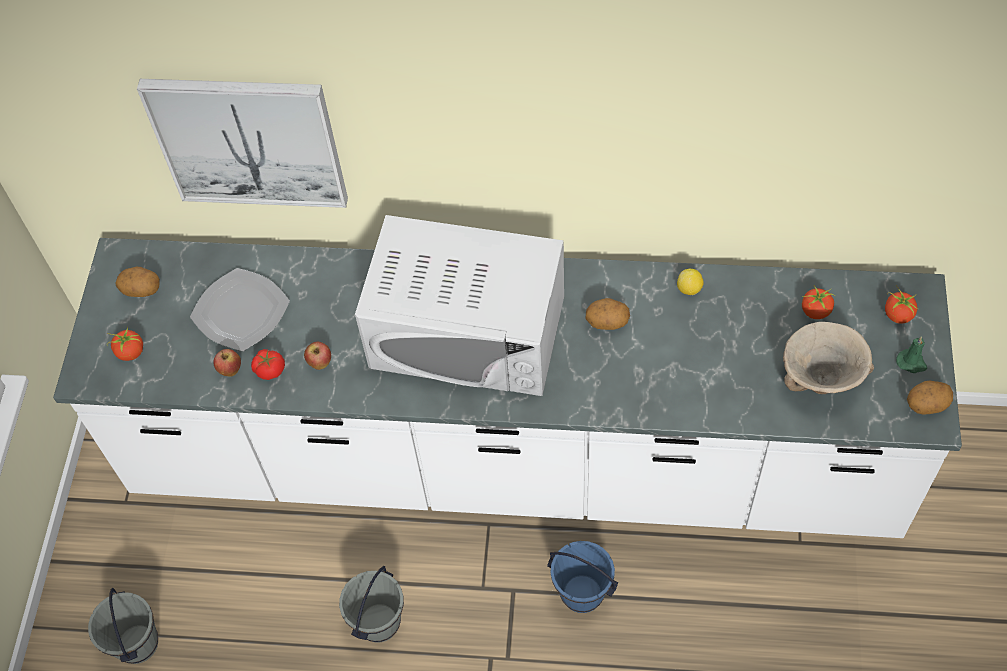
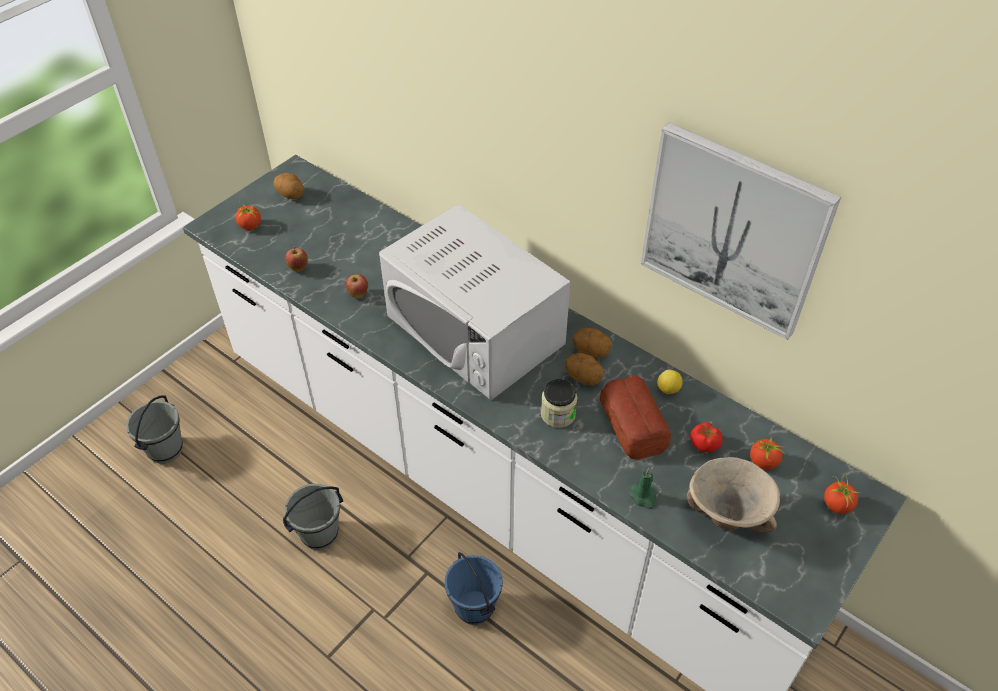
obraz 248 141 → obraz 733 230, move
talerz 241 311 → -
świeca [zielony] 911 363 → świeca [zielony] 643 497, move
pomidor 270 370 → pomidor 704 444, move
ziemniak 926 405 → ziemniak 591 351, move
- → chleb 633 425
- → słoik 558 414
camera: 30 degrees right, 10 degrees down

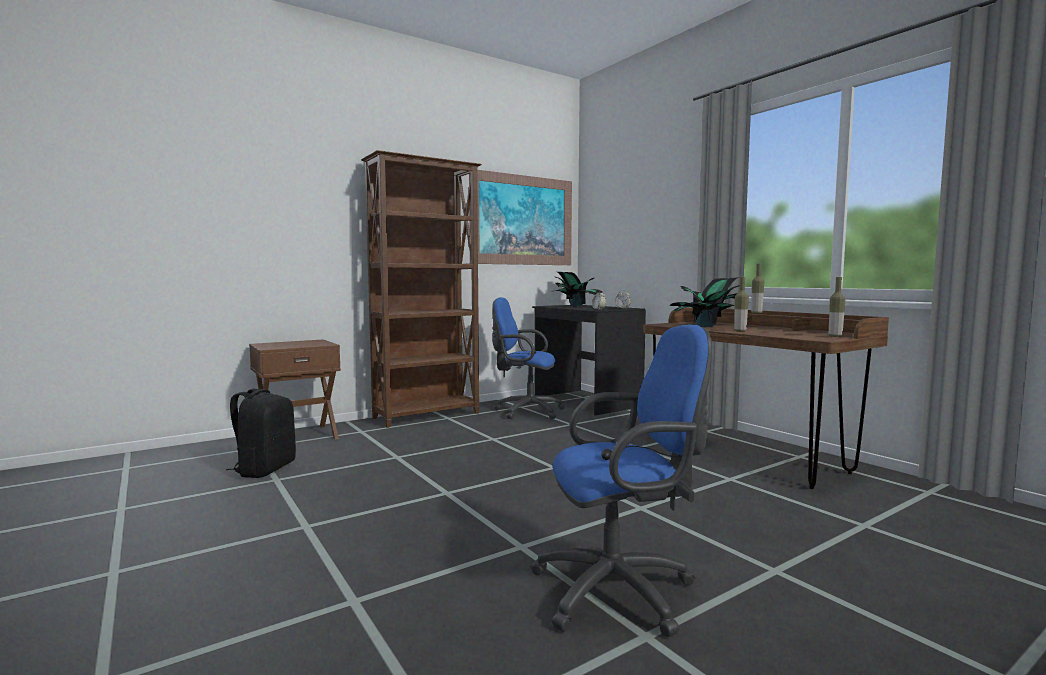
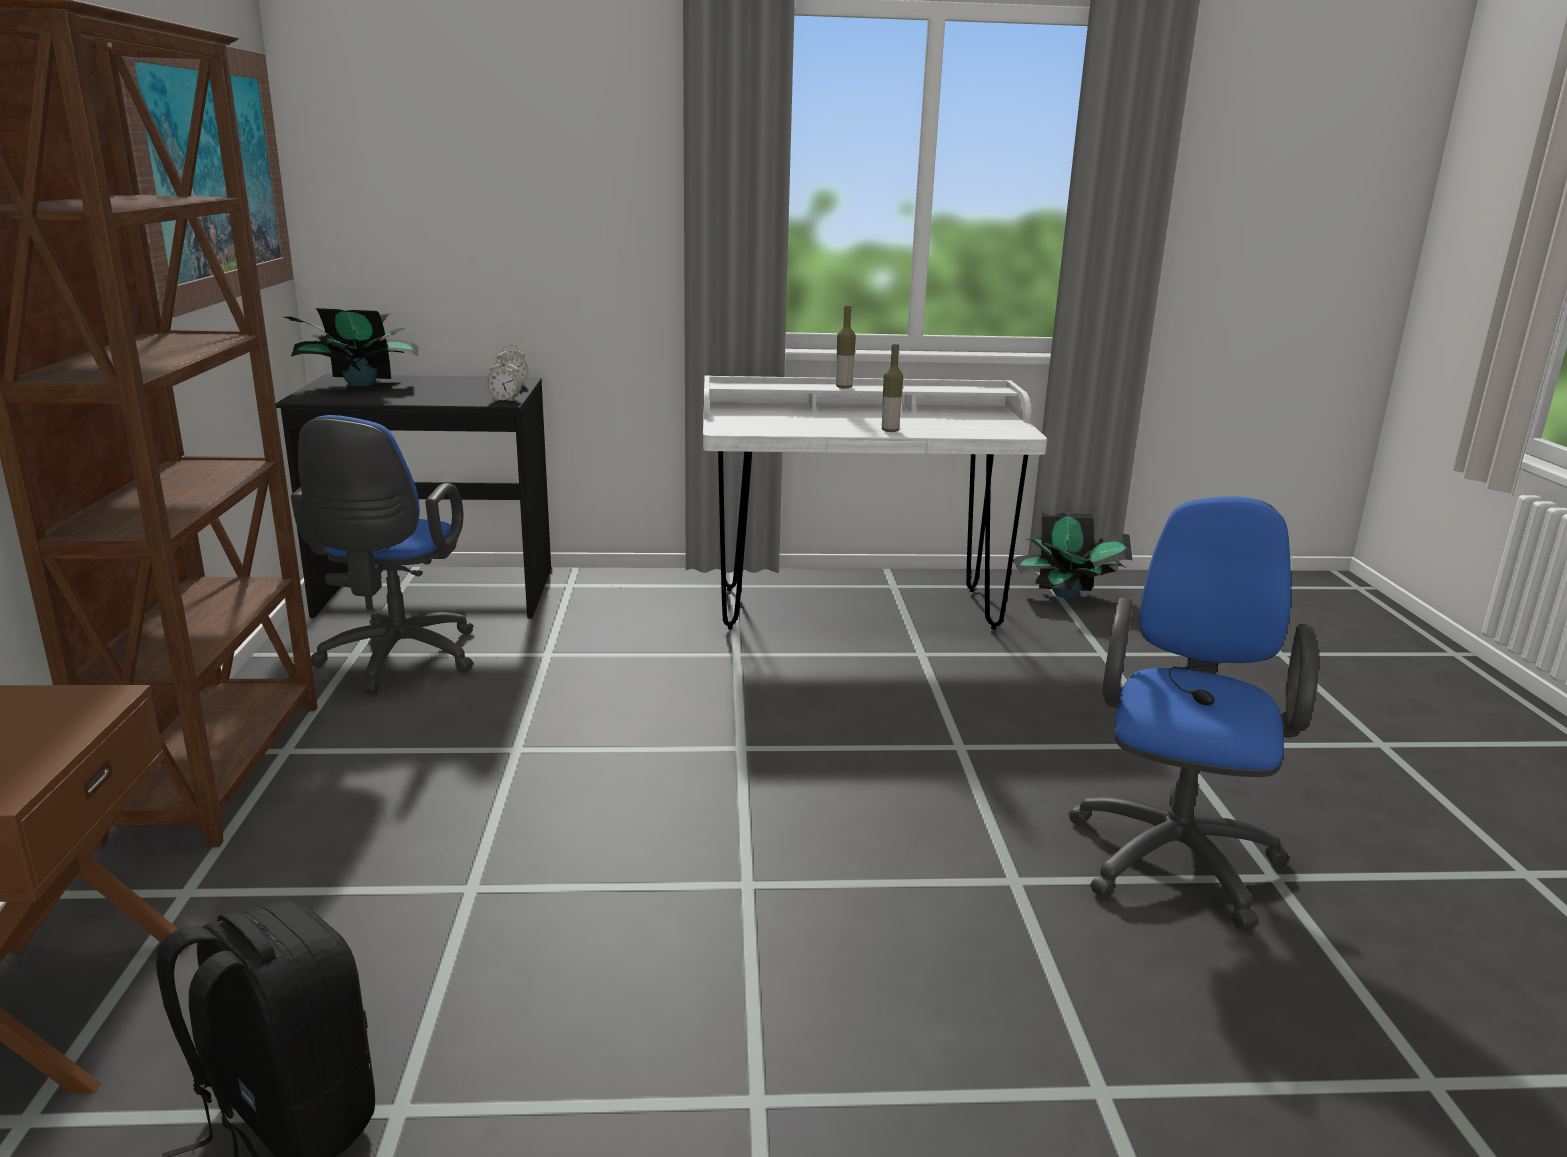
roślina doniczkowa 706 326 → roślina doniczkowa 1067 594, move
butelka 835 336 → -
krzesło biurowe [niebieski] 525 411 → krzesło biurowe [niebieski] 396 662, 45 degrees counterclockwise
biurko [brązowy] 747 455 → biurko [biały] 856 608
camera: 60 degrees left, 15 degrees up

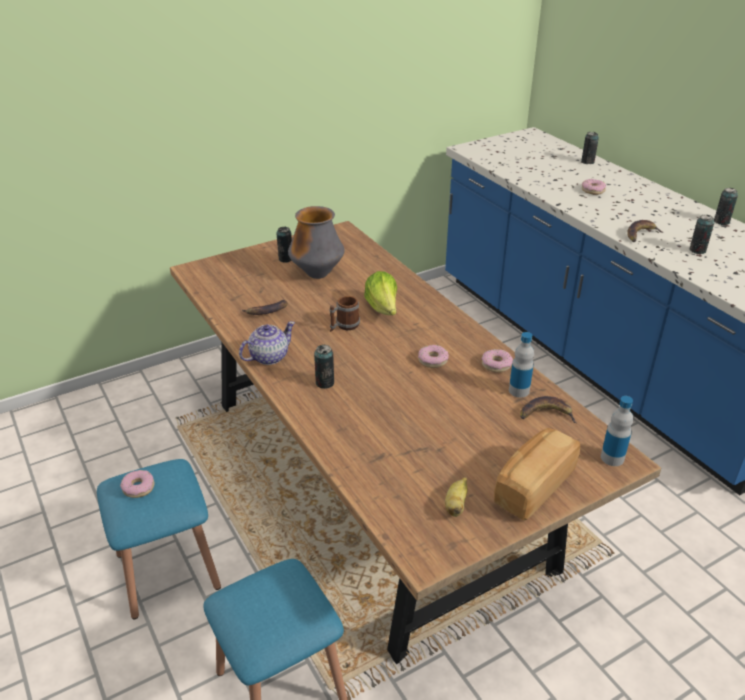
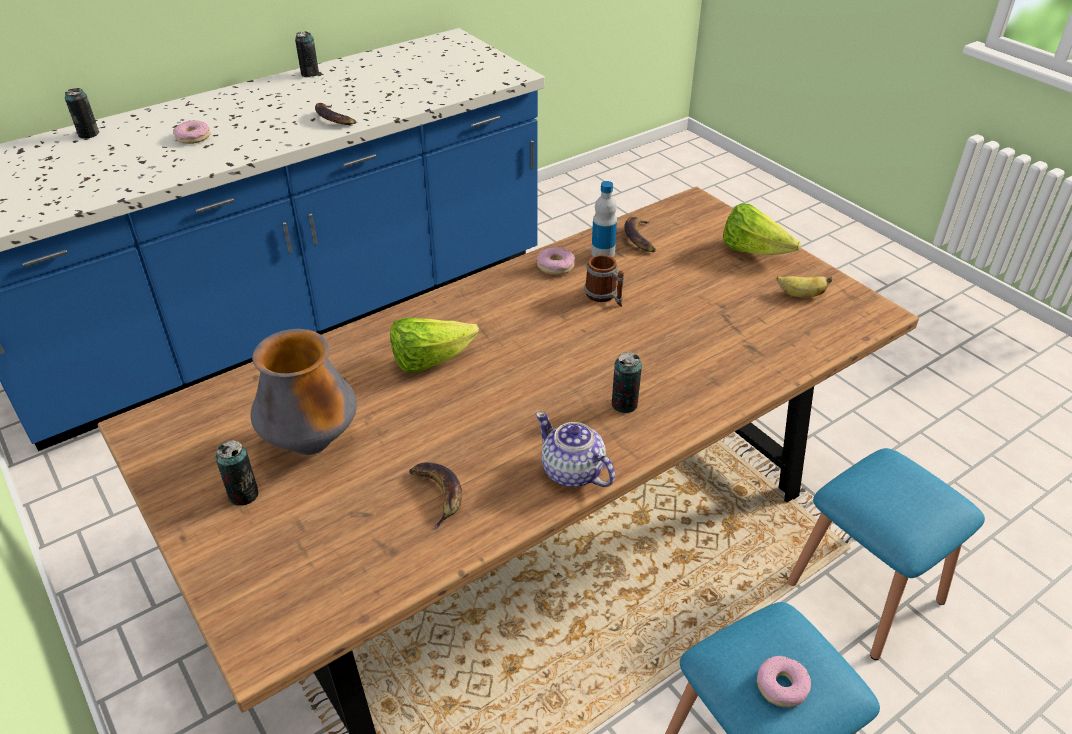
puszka 697 250 → -
kubek 344 326 → kubek 605 297, move
donut 432 360 → -
butelka 612 458 → -
chleb 532 486 → sałata 753 251
camera: 95 degrees left, 5 degrees up

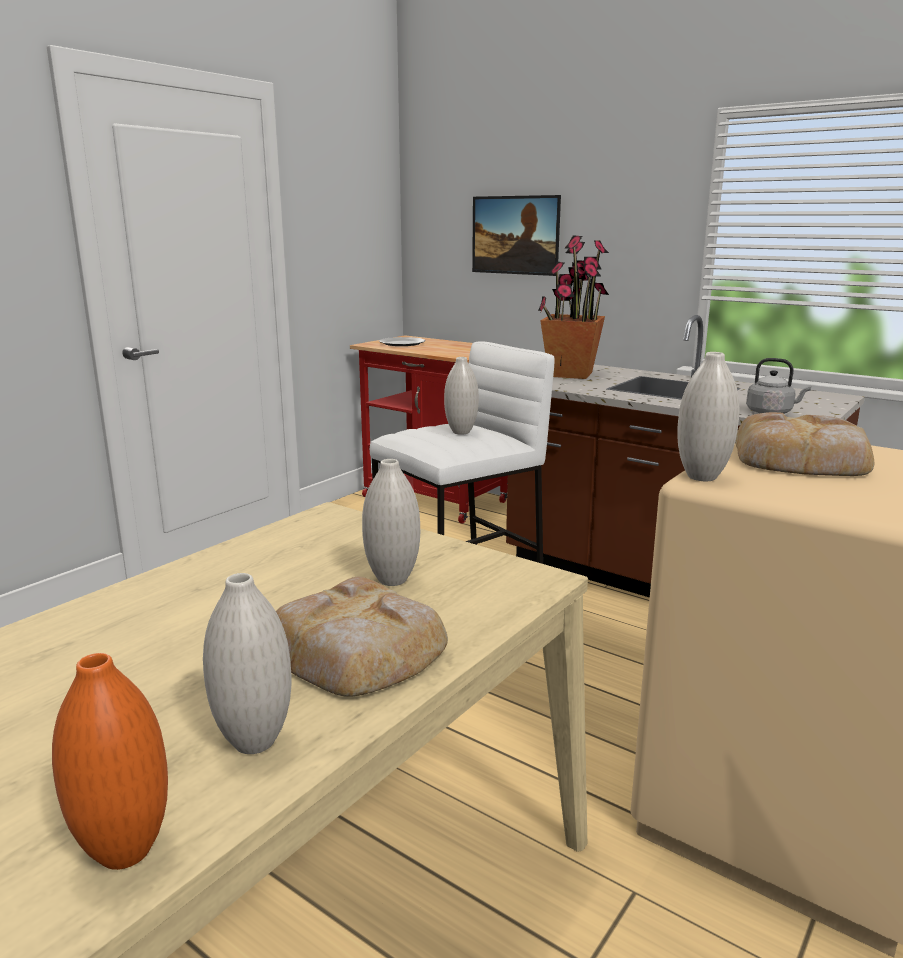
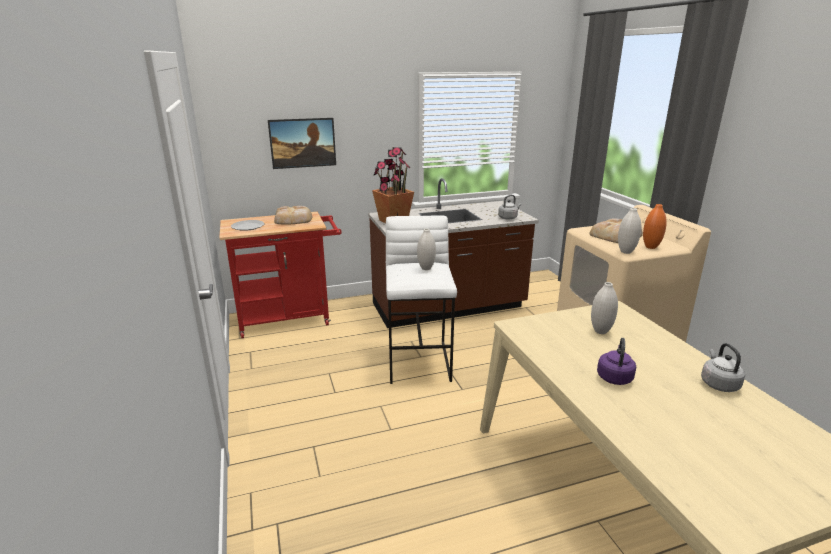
wazon [biały] 254 742 → czajnik [szary] 718 383
chleb 357 650 → chleb 293 219, move
wazon [pomarańczowy] 125 851 → wazon [pomarańczowy] 650 247, move
- → czajnik [fioletowy] 614 377
camera: 55 degrees left, 5 degrees up

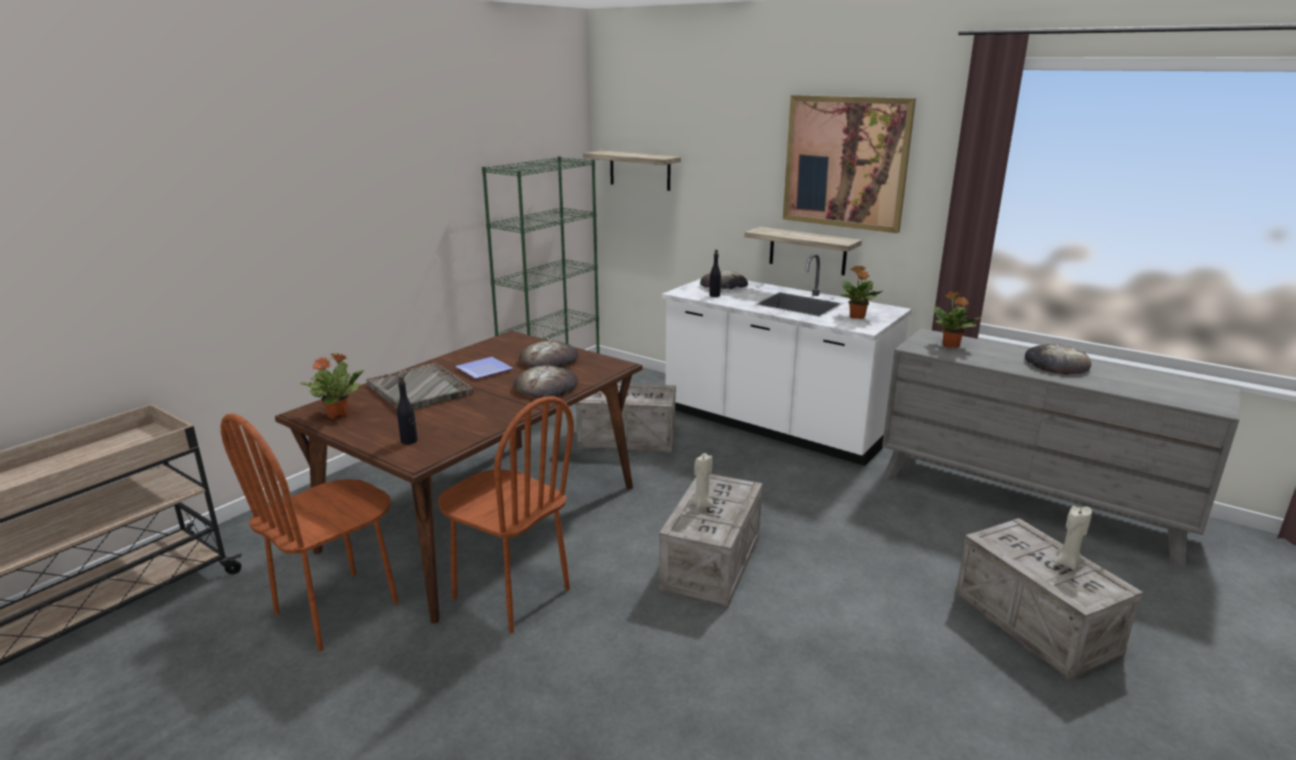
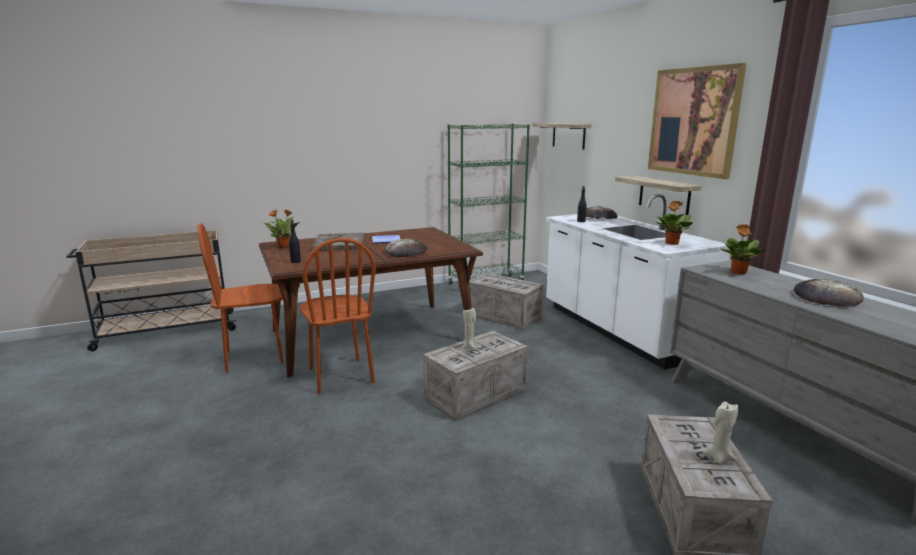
chleb 549 360 → -
camera: 30 degrees right, 5 degrees down

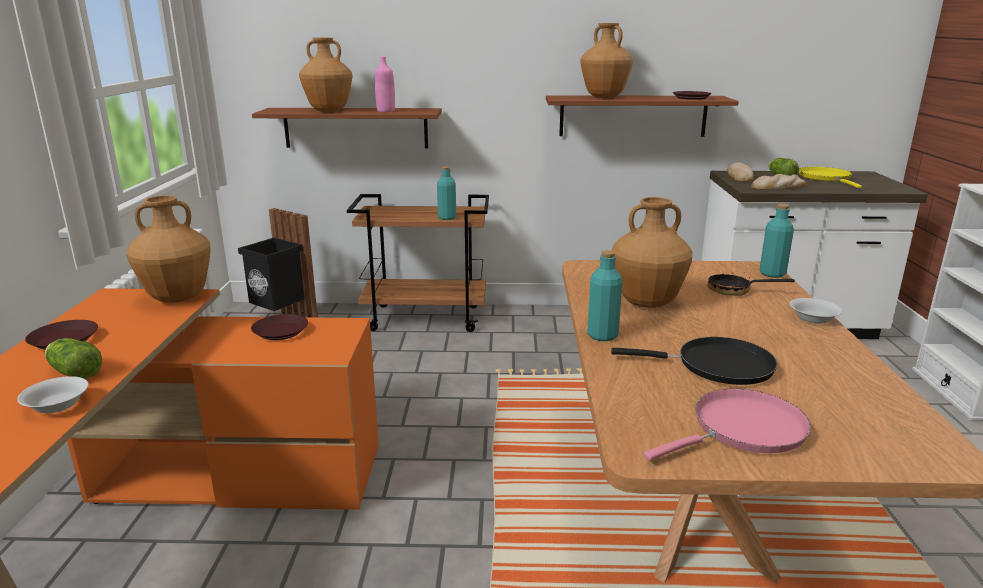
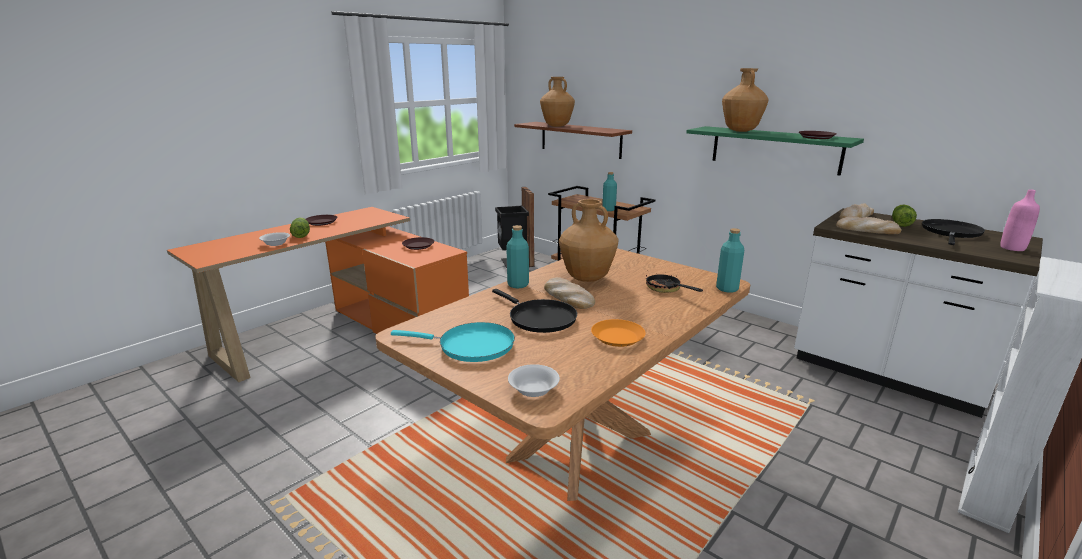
butelka [różowy] 386 111 → butelka [różowy] 1012 248, move
półka [brązowy] 633 116 → półka [zielony] 775 149
patelnia [żółty] 826 178 → patelnia [czarny] 951 233
wazon [brązowy] 177 298 → -
miska [biały] 812 319 → miska [biały] 534 389, move
patelnia [różowy] 743 430 → patelnia [turkusowy] 471 346
- → chleb 567 297
- → talerz [pomarańczowy] 618 337
camera: 40 degrees right, 0 degrees up

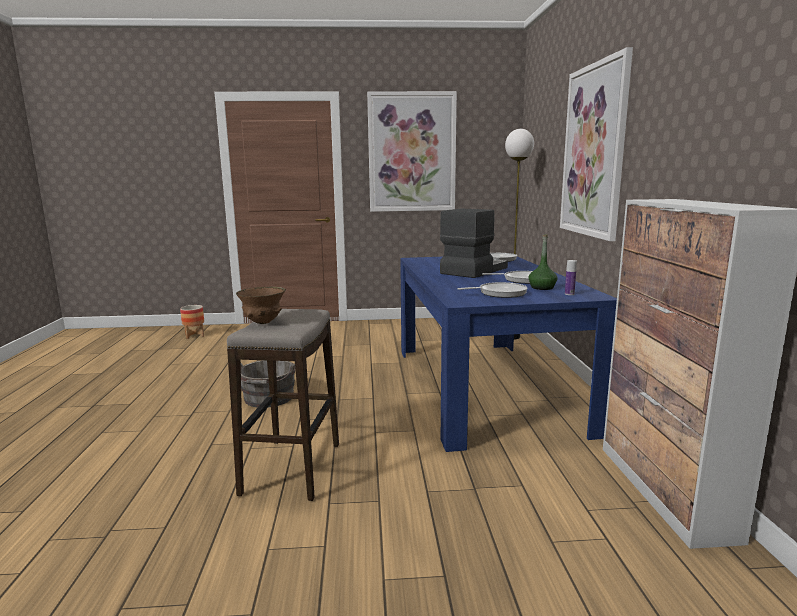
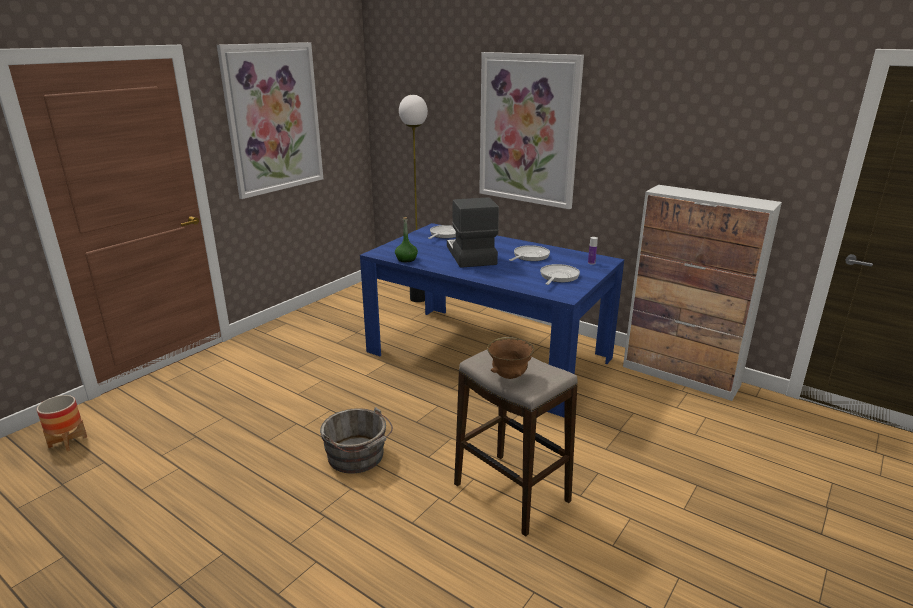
butelka [zielony] 542 288 → butelka [zielony] 406 259, move
camera: 50 degrees left, 10 degrees up

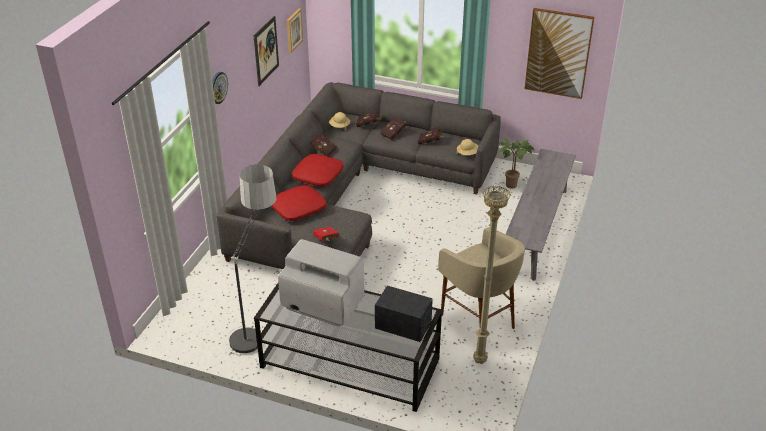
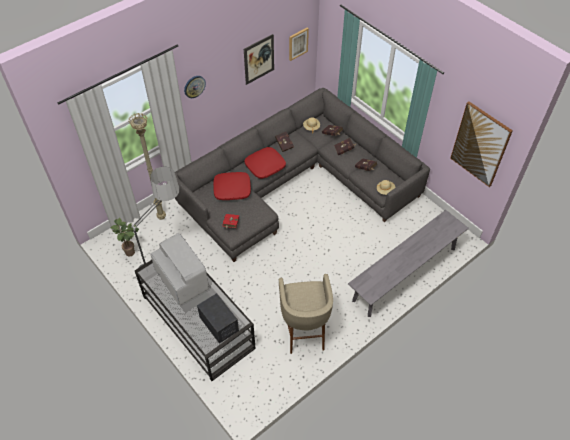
roślina doniczkowa 513 185 → roślina doniczkowa 131 253, move
lampa stojąca [beżowy] 480 360 → lampa stojąca [beżowy] 162 217, move
camera: 30 degrees right, 15 degrees up

